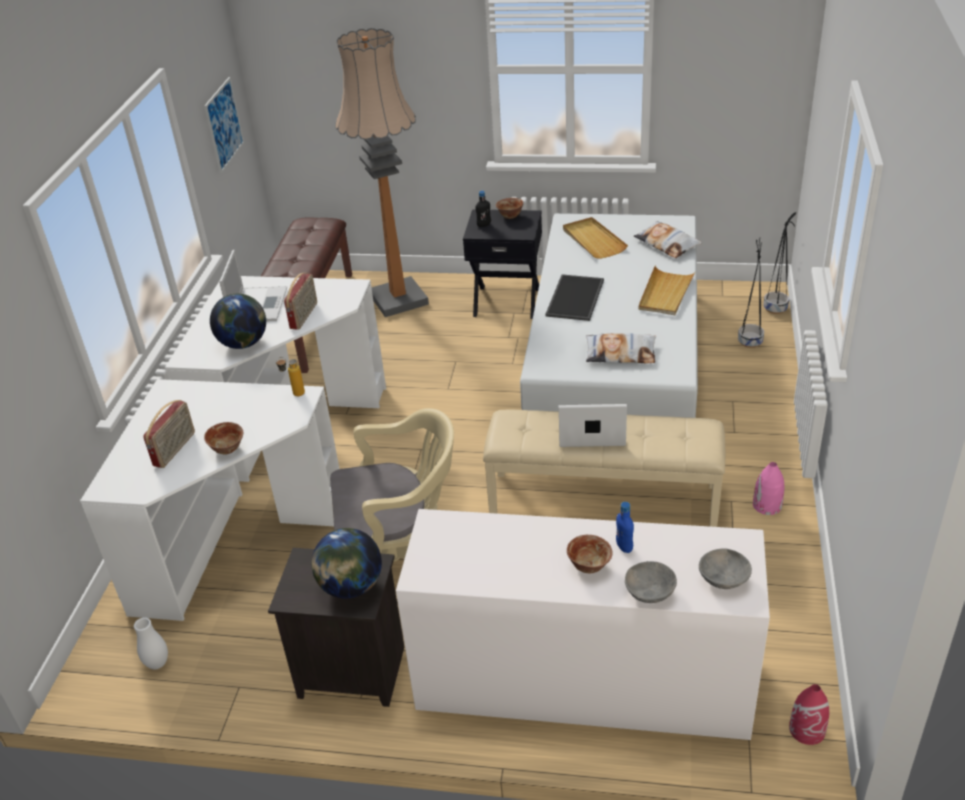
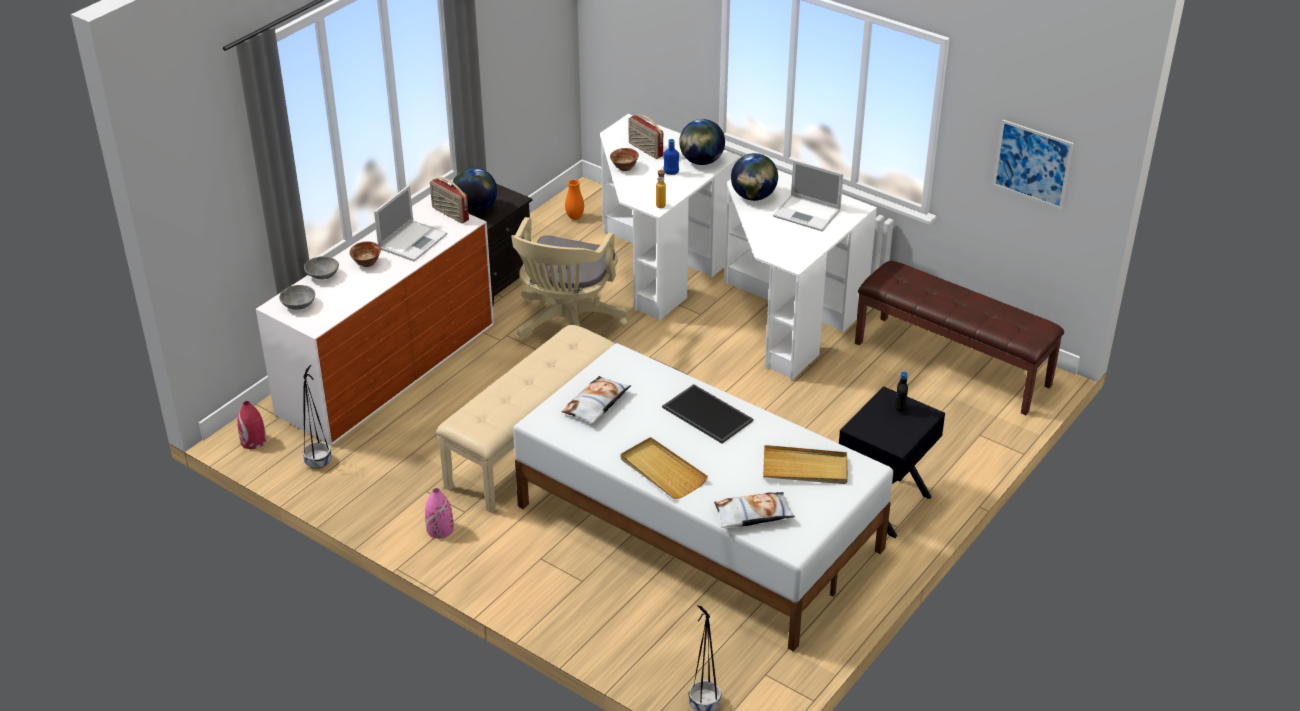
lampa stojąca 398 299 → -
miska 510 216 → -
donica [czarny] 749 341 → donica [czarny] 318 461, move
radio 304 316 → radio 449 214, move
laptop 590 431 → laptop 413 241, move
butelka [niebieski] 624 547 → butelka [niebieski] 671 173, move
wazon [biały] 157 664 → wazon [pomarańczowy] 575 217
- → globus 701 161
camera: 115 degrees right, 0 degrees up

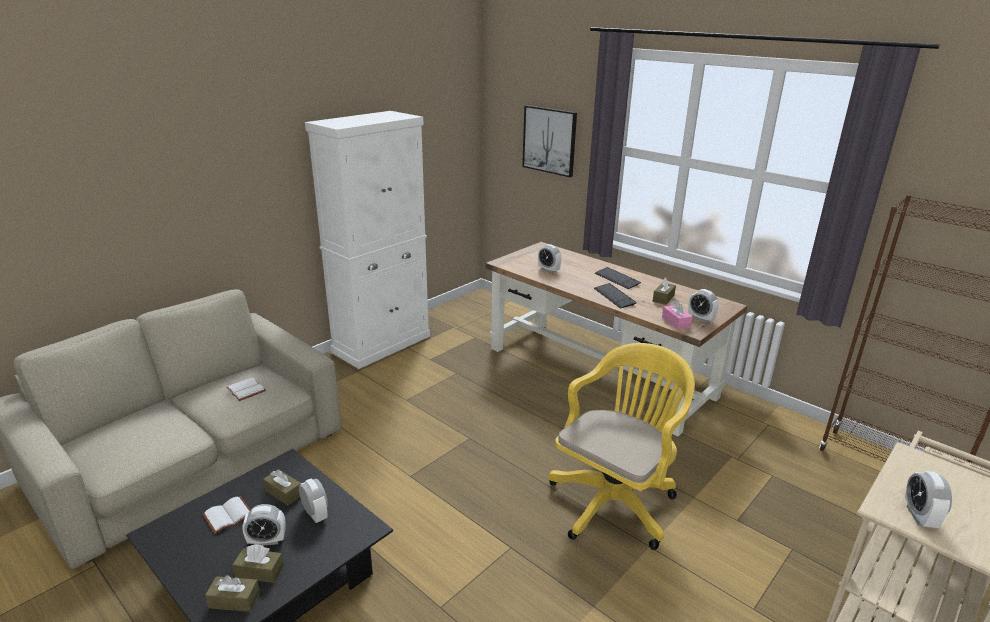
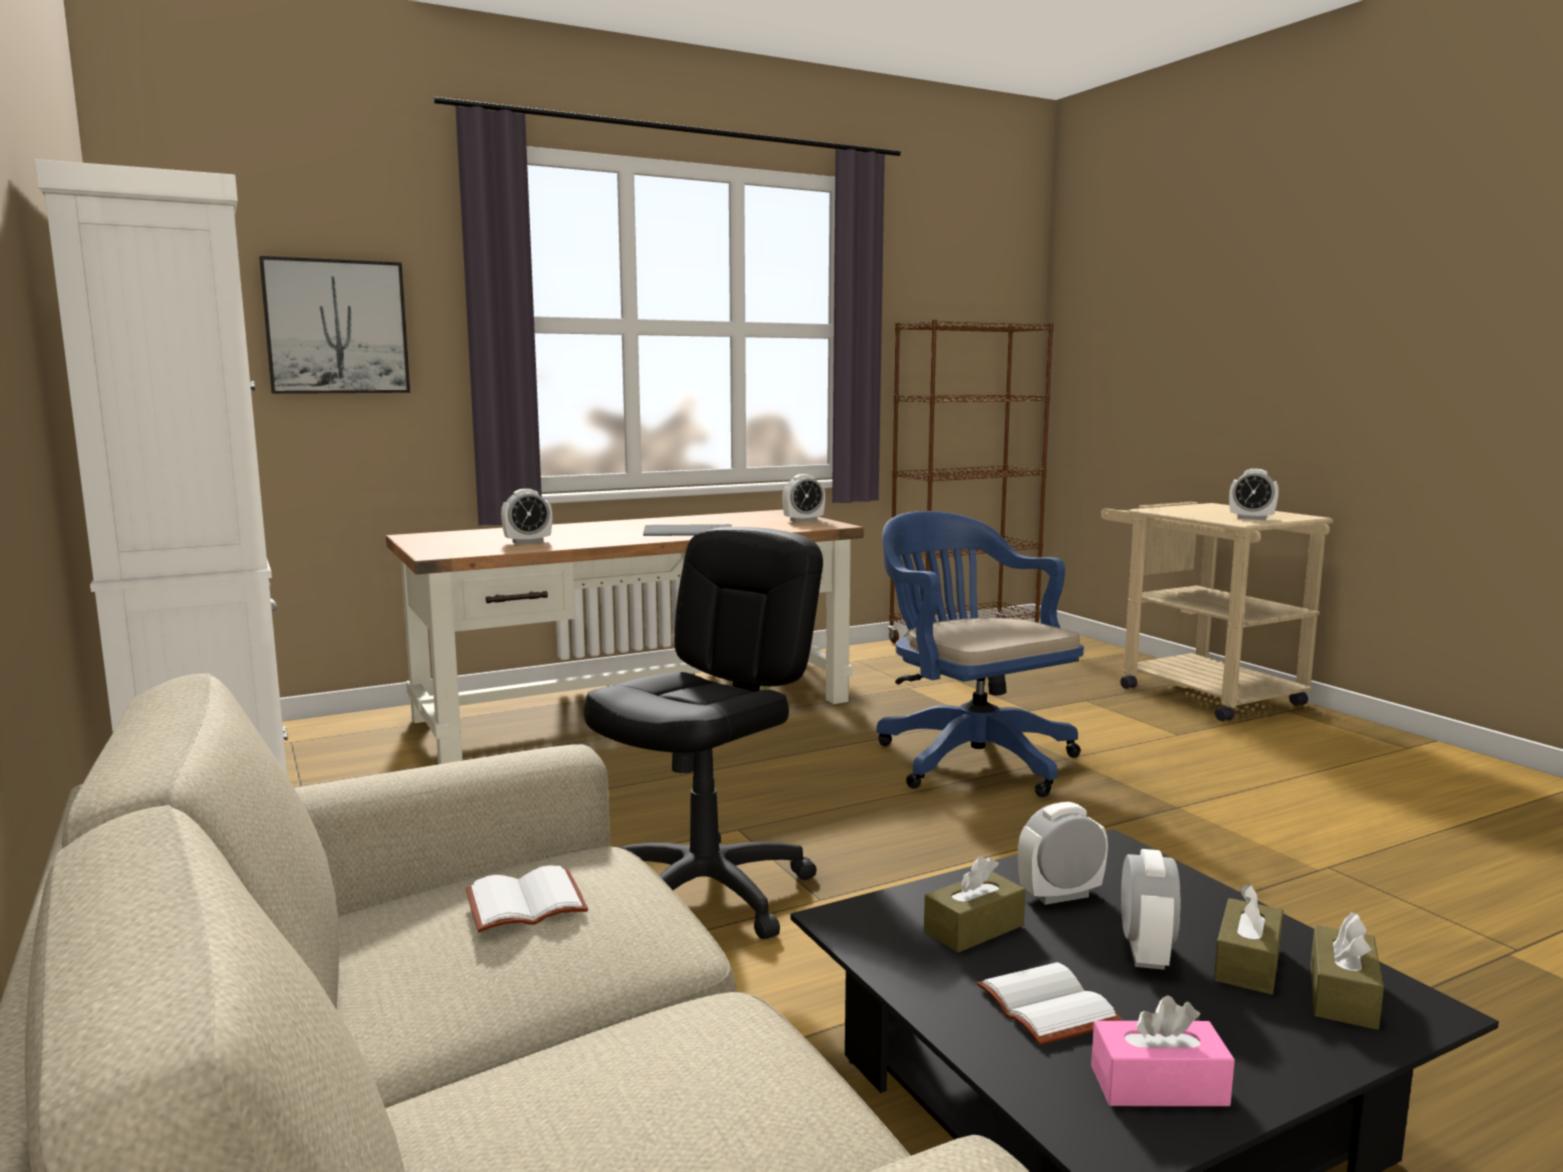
klawiatura 617 279 → -
pudełko chusteczek [brązowy] 663 298 → -
pudełko chusteczek [różowy] 676 322 → pudełko chusteczek [różowy] 1158 1085, move
krzesło biurowe [żółty] 615 500 → krzesło biurowe [niebieski] 969 758
- → krzesło biurowe [czarny] 707 892
camera: 70 degrees left, 15 degrees down

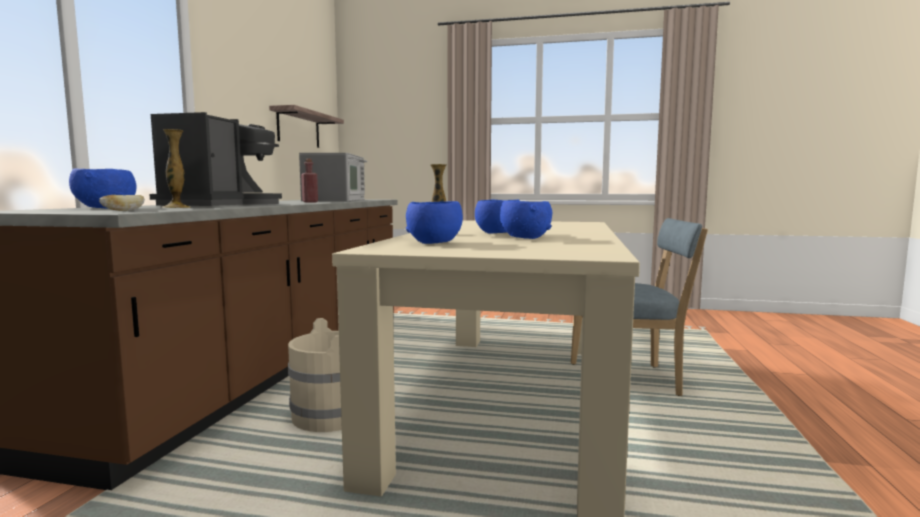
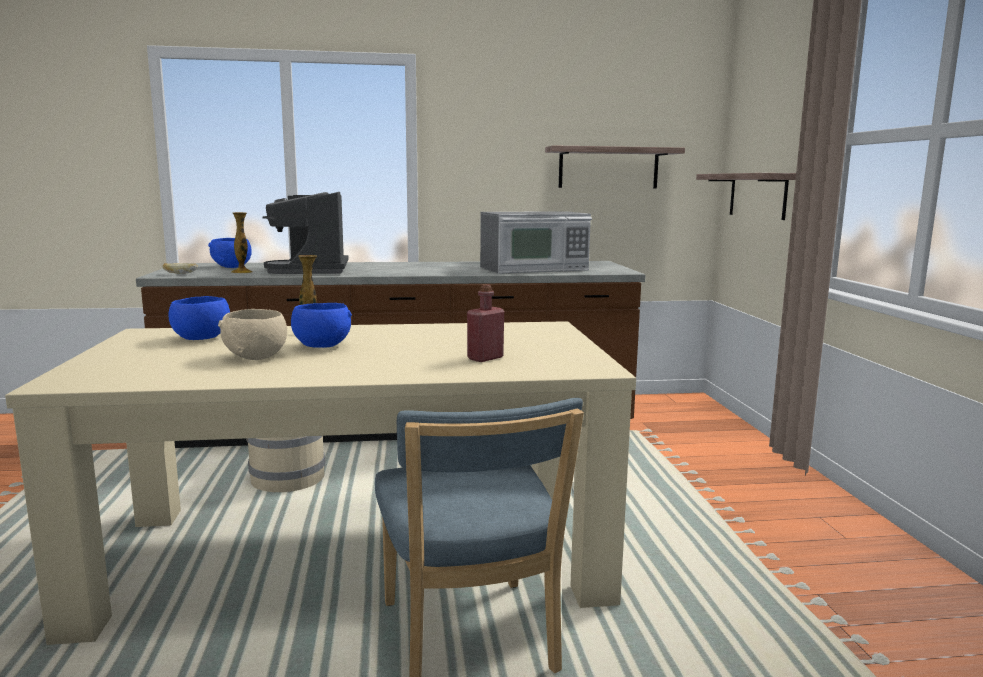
ekspres do kawy 221 205 → ekspres do kawy 313 270, 90 degrees clockwise
butelka [czerwony] 310 202 → butelka [czerwony] 485 358, move
miska [niebieski] 525 238 → miska [beżowy] 257 357
- → półka 757 195
camera: 70 degrees right, 5 degrees up

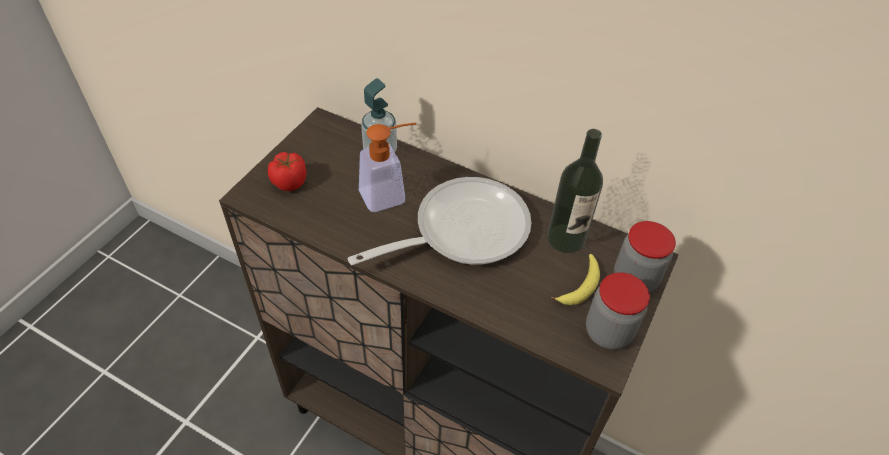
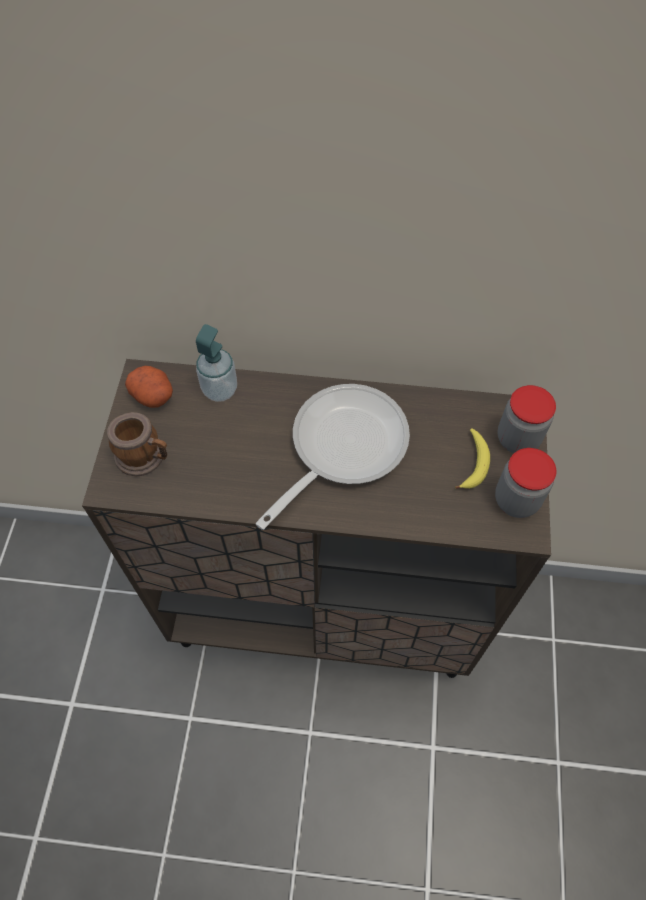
dozownik mydła 390 194 → -
butelka 566 238 → -
pomidor 290 181 → kubek 145 457
- → ziemniak 153 395
camera: 20 degrees left, 10 degrees up

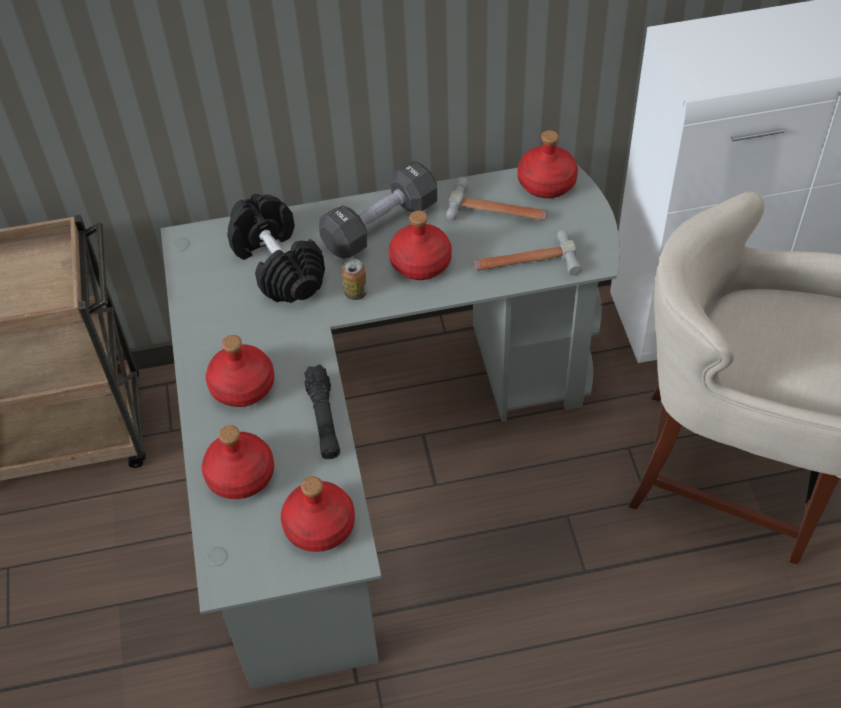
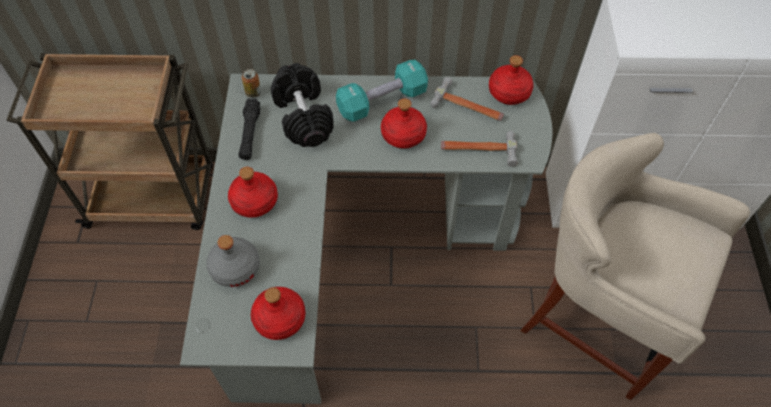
hantel [czarny] 380 225 → hantel [turkusowy] 382 101
puszka 356 292 → puszka 253 92, move
latarka [czarny] 324 418 → latarka [czarny] 250 133, move
butelka [czerwony] 240 474 → butelka [szary] 235 267
camera: 10 degrees right, 5 degrees up

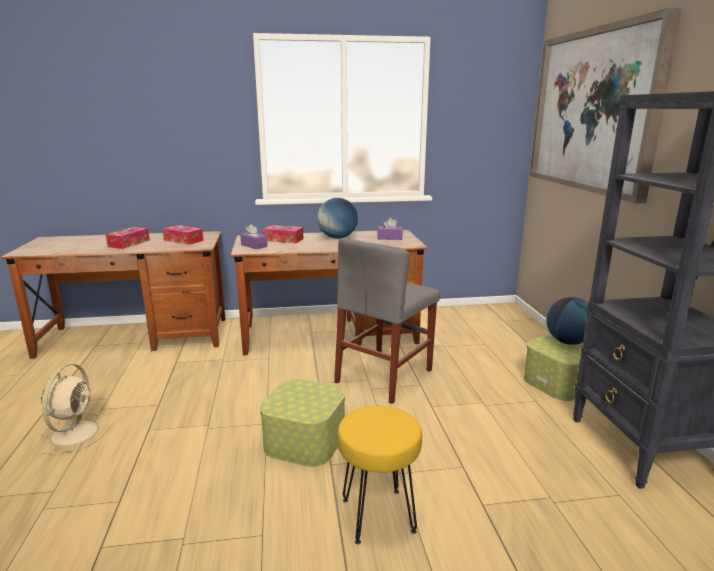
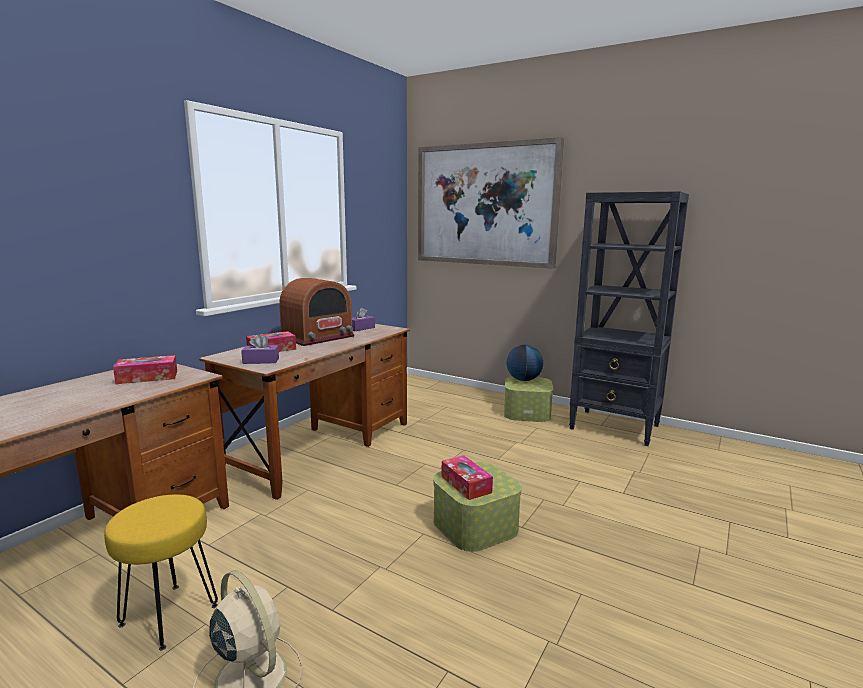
globus 337 238 → radio 317 337
pudełko chusteczek 129 243 → pudełko chusteczek 466 484, move
krzesło [szary] 384 376 → -
stołek [żółty] 377 516 → stołek [żółty] 169 616, move
camera: 50 degrees left, 5 degrees down

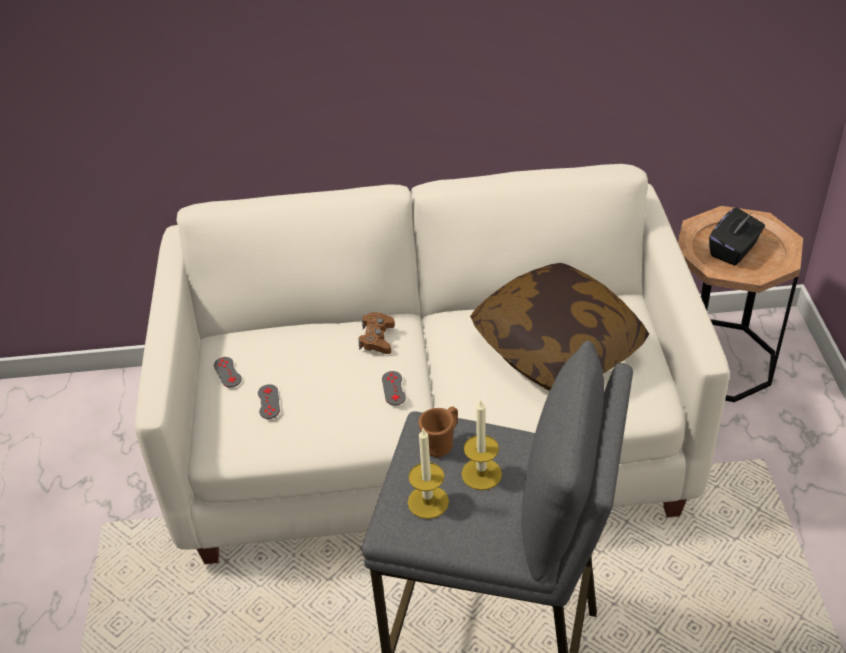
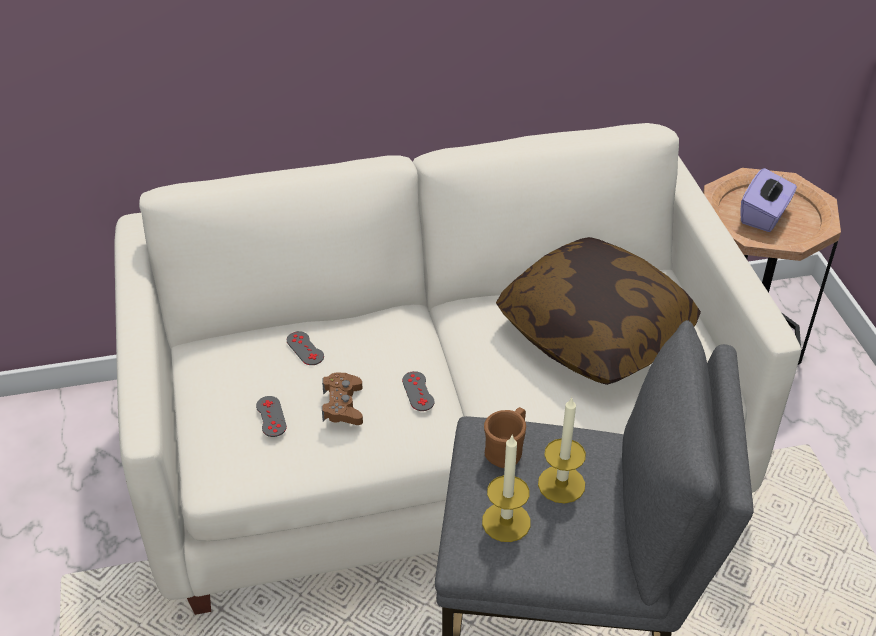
pudełko chusteczek [czarny] 734 250 → pudełko chusteczek [fioletowy] 764 216
pad do gier [brązowy] 377 338 → pad do gier [brązowy] 342 405, move
pad do gier [szary] 227 372 → pad do gier [szary] 305 348, move
camera: 10 degrees left, 0 degrees up

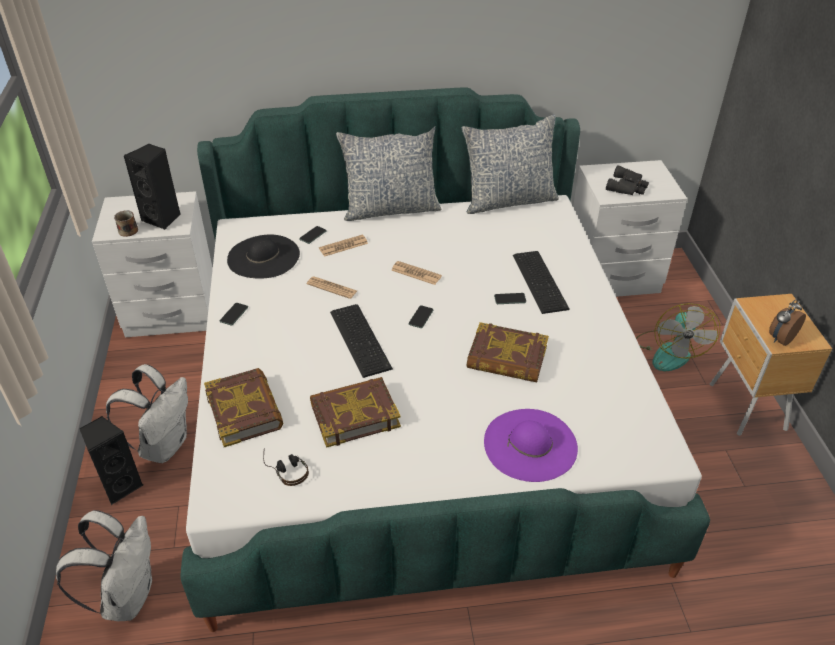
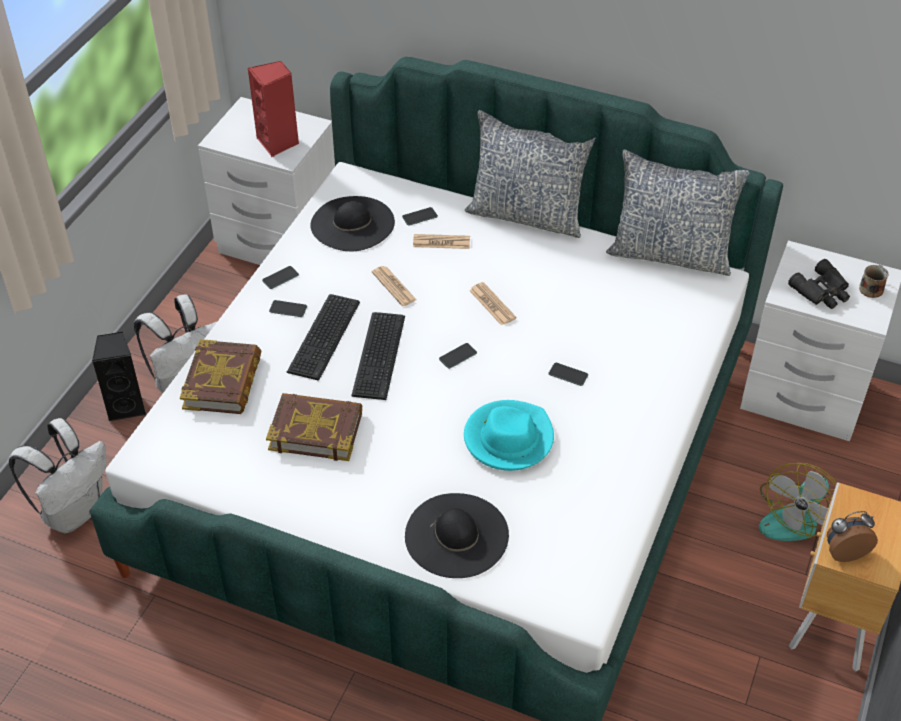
głośnik [czarny] 163 218 → głośnik [czerwony] 278 143
kubek 128 230 → kubek 871 288, move
klawiatura 541 280 → klawiatura 326 336, move
książka 506 358 → kapelusz [turkusowy] 508 438
kapelusz [fioletowy] 530 444 → kapelusz [czarny] 457 535
słuchawki 286 469 → -
- → telefon 288 309
camera: 30 degrees right, 5 degrees up

